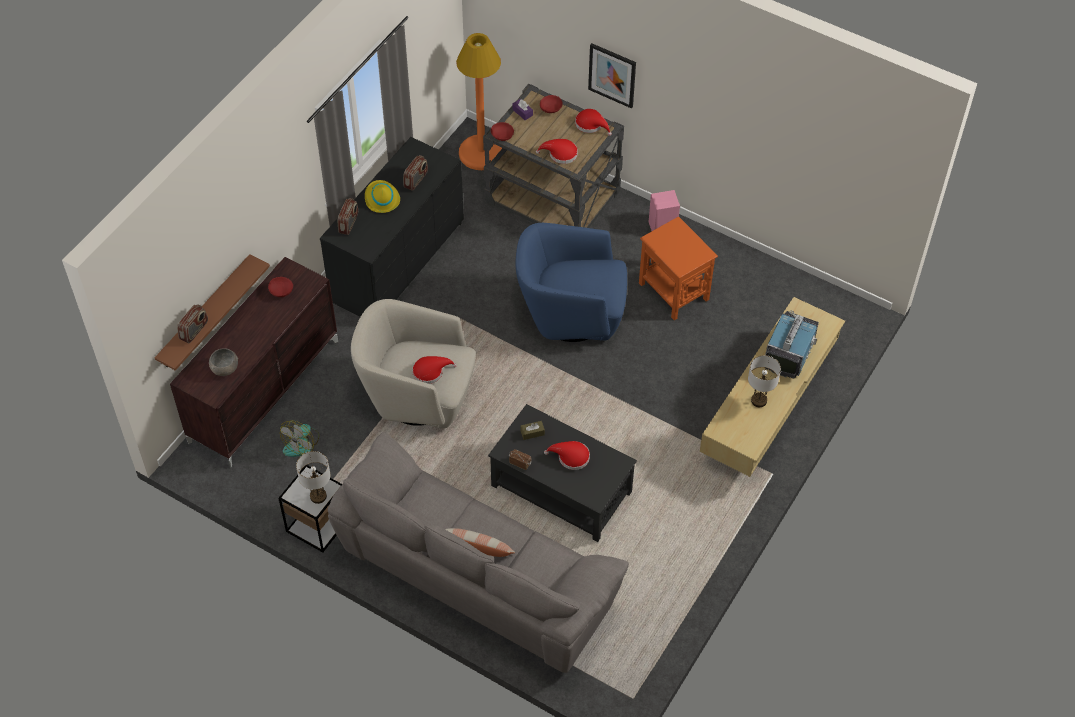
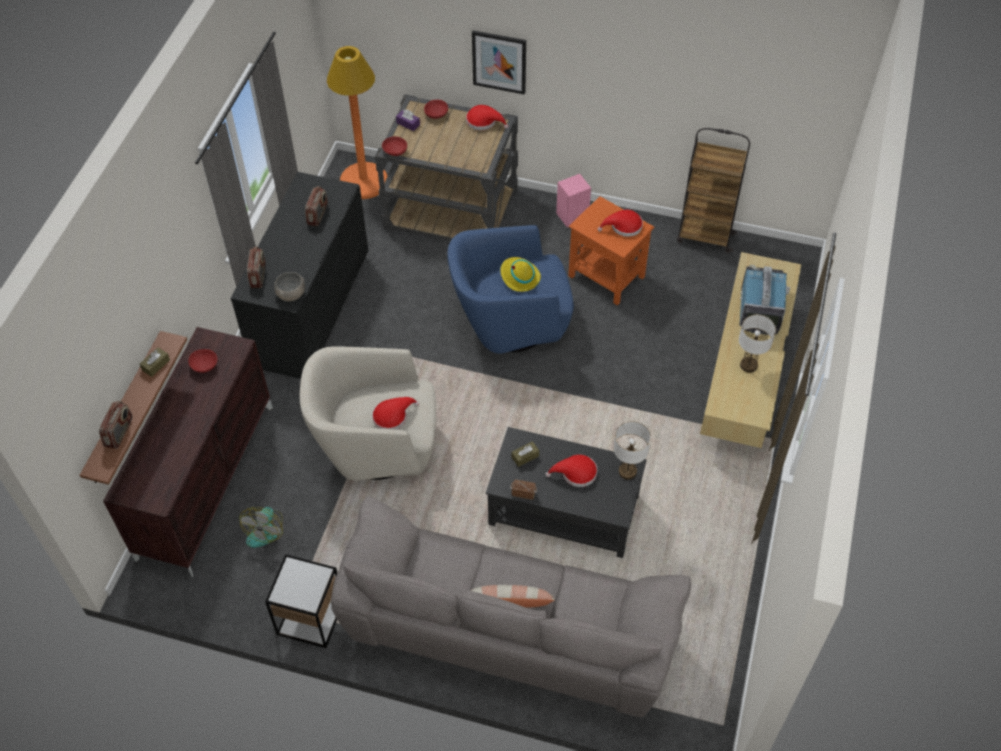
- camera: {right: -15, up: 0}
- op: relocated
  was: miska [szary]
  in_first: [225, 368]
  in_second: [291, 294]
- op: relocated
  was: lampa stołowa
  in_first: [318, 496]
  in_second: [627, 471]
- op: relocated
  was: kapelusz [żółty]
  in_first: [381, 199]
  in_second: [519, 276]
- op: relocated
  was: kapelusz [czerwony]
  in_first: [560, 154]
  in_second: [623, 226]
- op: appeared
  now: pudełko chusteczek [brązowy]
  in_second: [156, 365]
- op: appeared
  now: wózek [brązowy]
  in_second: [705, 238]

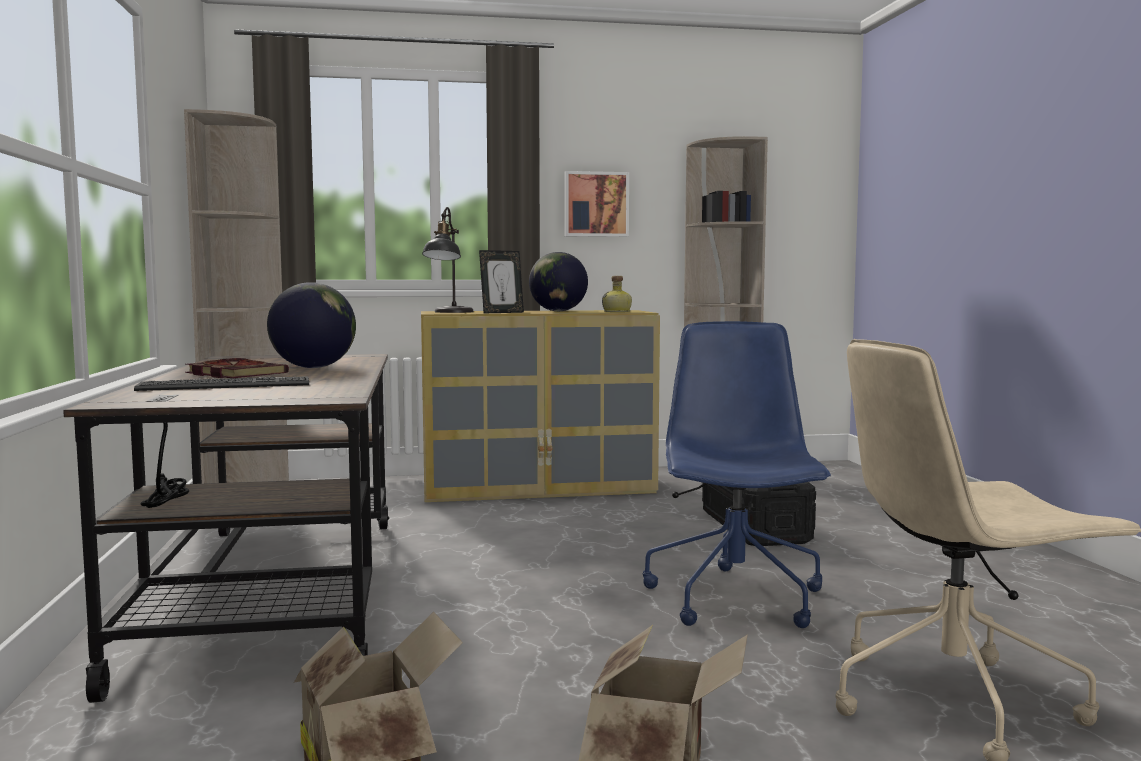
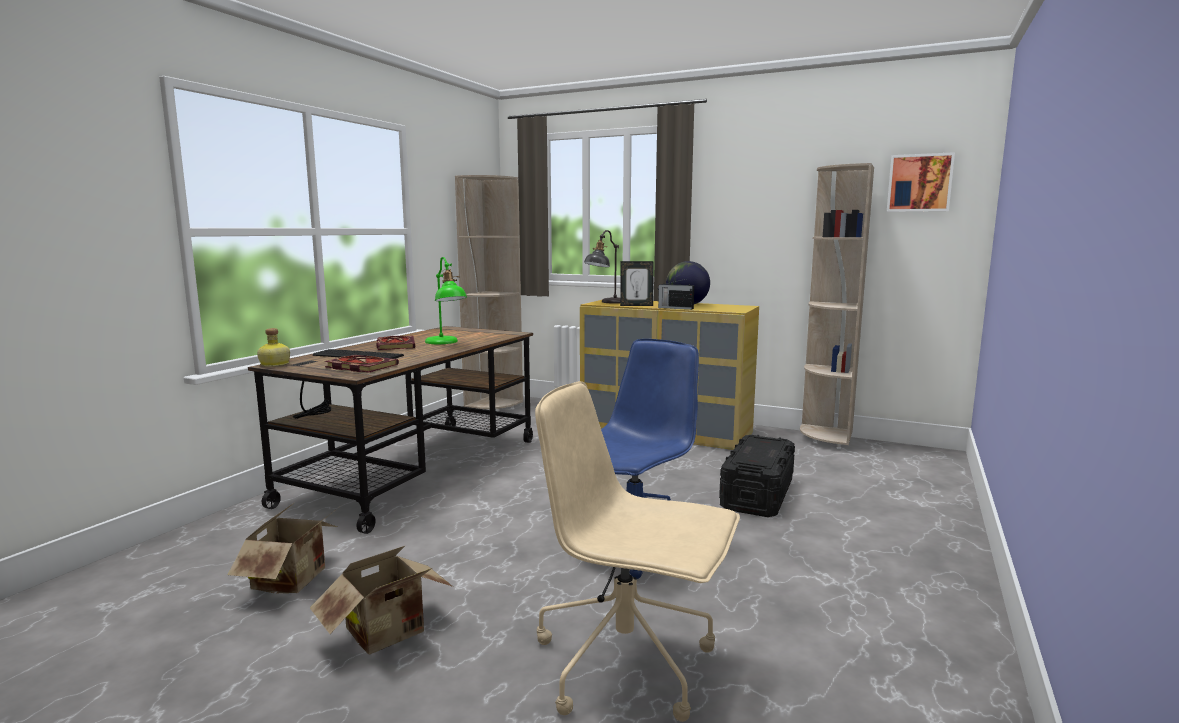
- camera: {right: 35, up: 5}
- op: exchanged
  was: globus
  now: lampa stołowa [zielony]
  in_first: [313, 367]
  in_second: [447, 343]
- op: relocated
  was: obraz
  in_first: [596, 204]
  in_second: [919, 183]
- op: relocated
  was: butelka
  in_first: [617, 312]
  in_second: [274, 364]
- op: appeared
  now: książka
  in_second: [359, 366]
- op: appeared
  now: radio
  in_second: [675, 308]

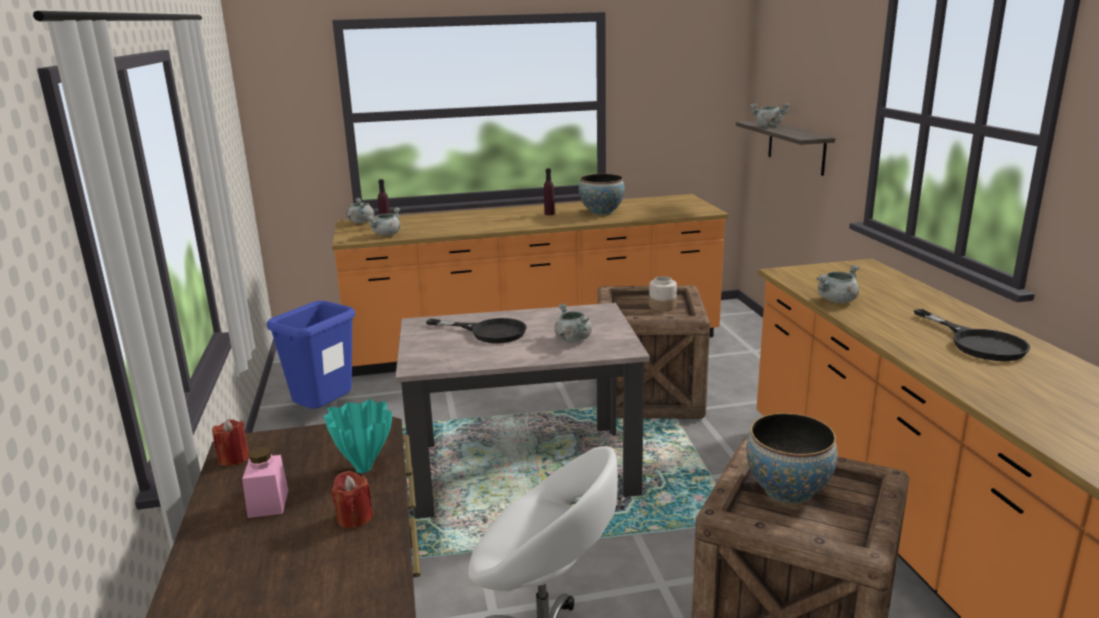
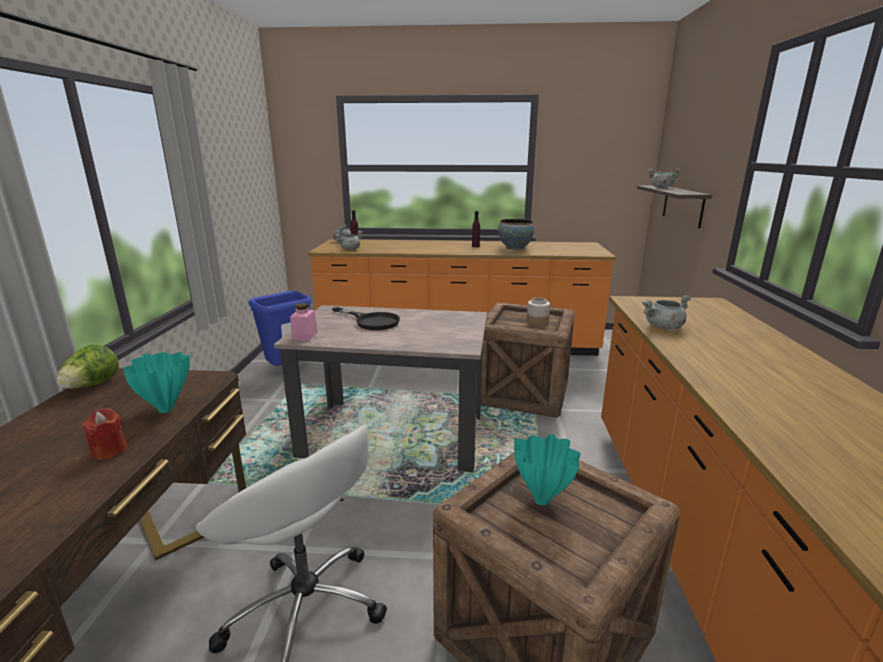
- camera: {right: 15, up: 0}
- op: exchanged
  was: świeca [czerwony]
  now: sałata
  in_first: [234, 458]
  in_second: [92, 385]
- op: relocated
  was: słoik [różowy]
  in_first: [268, 503]
  in_second: [304, 335]
- op: missing
  was: garnek [szary]
  in_first: [572, 339]
- op: exchanged
  was: miska
  now: wazon [turkusowy]
  in_first: [787, 491]
  in_second: [542, 501]
- op: missing
  was: patelnia [czarny]
  in_first: [978, 343]

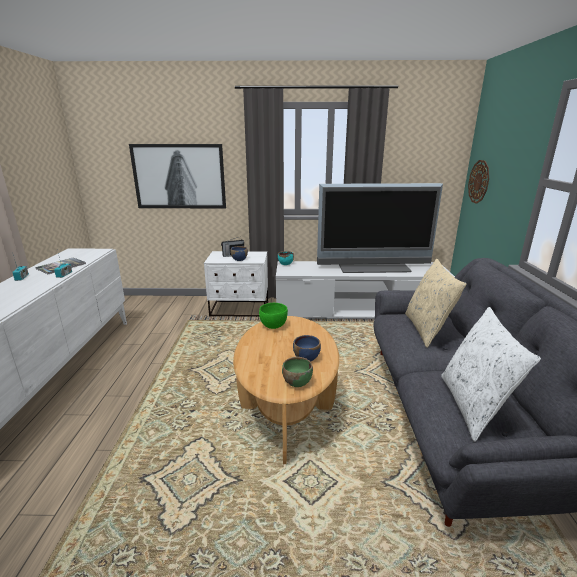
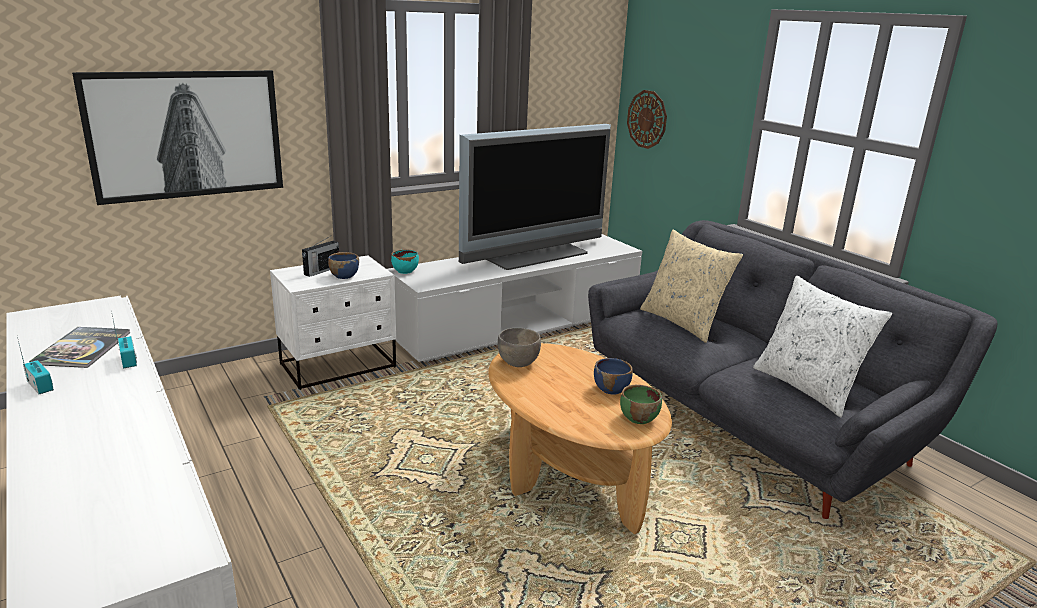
- camera: {right: -35, up: 0}
- op: colour
  was: miska [zielony]
  now: miska [szary]
  in_first: [273, 326]
  in_second: [518, 363]

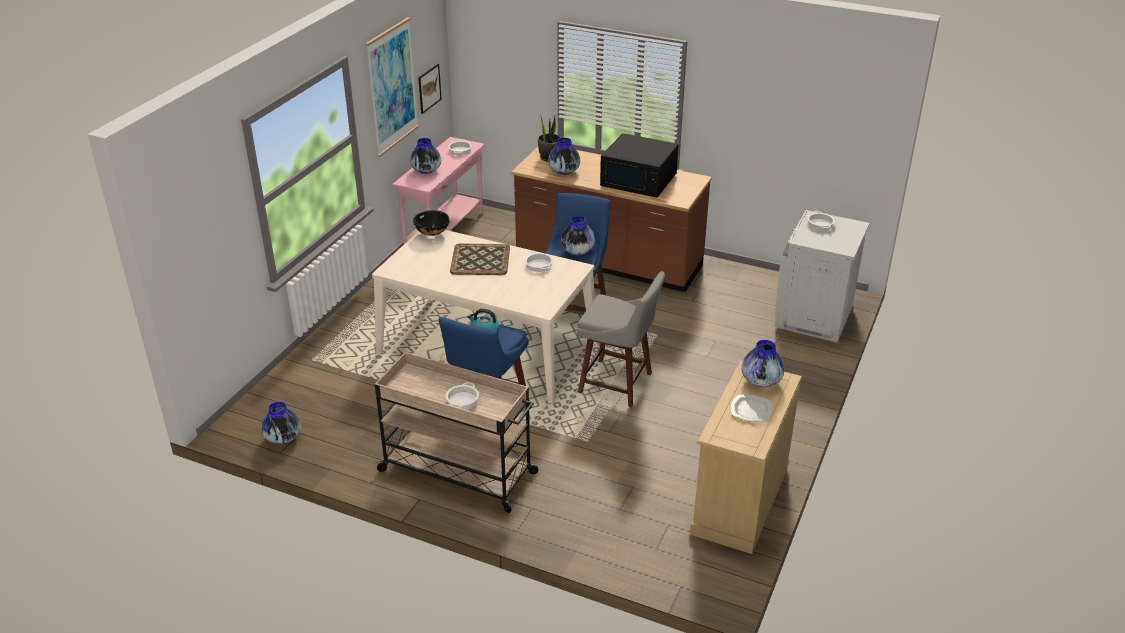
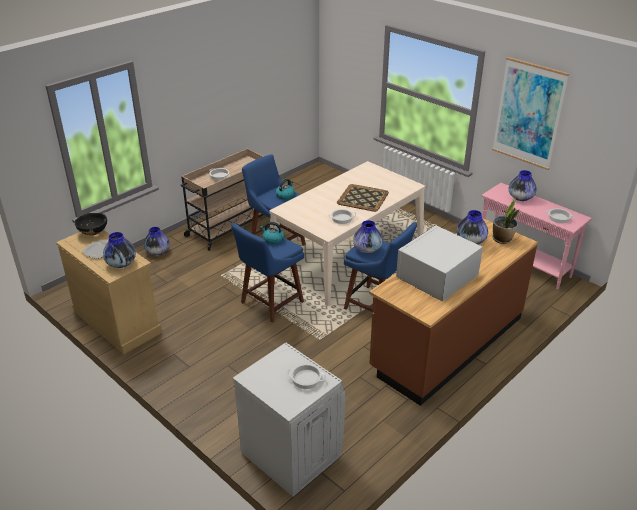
- camera: {right: 110, up: 0}
- op: relocated
  was: wazon
  in_first: [283, 438]
  in_second: [157, 252]
- op: relocated
  was: miska [czarny]
  in_first: [432, 234]
  in_second: [93, 233]
- op: missing
  was: obraz
  in_first: [429, 88]
- op: colour
  was: stołek [szary]
  now: stołek [niebieski]
  in_first: [618, 384]
  in_second: [270, 303]
- op: colour
  was: mikrofalówka [czarny]
  now: mikrofalówka [biały]
  in_first: [639, 181]
  in_second: [436, 277]
- op: appeared
  now: czajnik
  in_second: [273, 239]

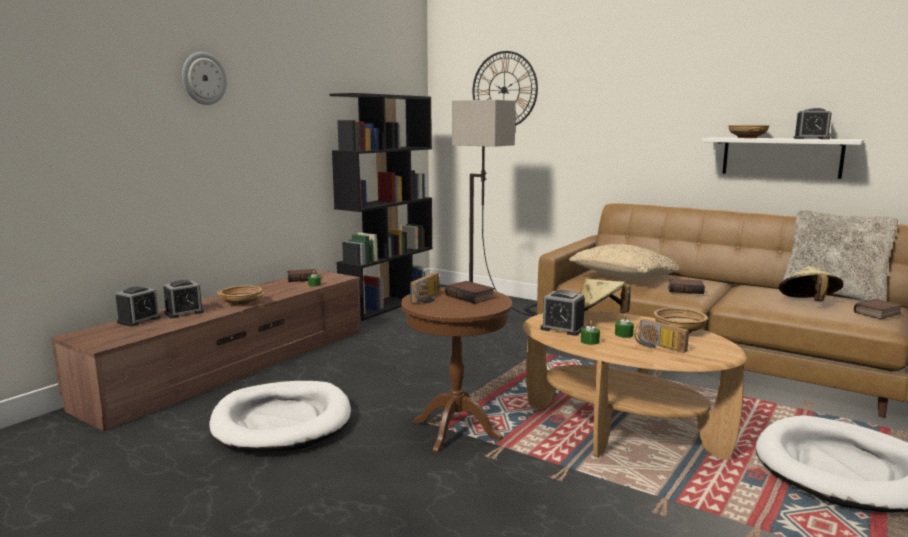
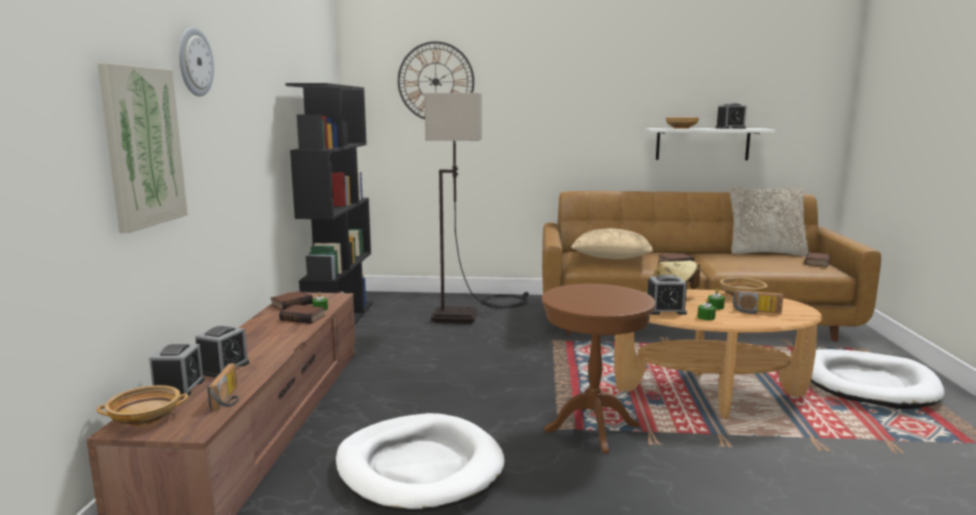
- camera: {right: -30, up: 0}
- op: relocated
  was: miska [beżowy]
  in_first: [242, 303]
  in_second: [146, 418]
- op: relocated
  was: radio
  in_first: [428, 298]
  in_second: [229, 398]
- op: relocated
  was: książka
  in_first: [471, 296]
  in_second: [304, 318]
- op: missing
  was: kapelusz [beżowy]
  in_first: [808, 303]
- op: appeared
  now: obraz
  in_second: [142, 147]

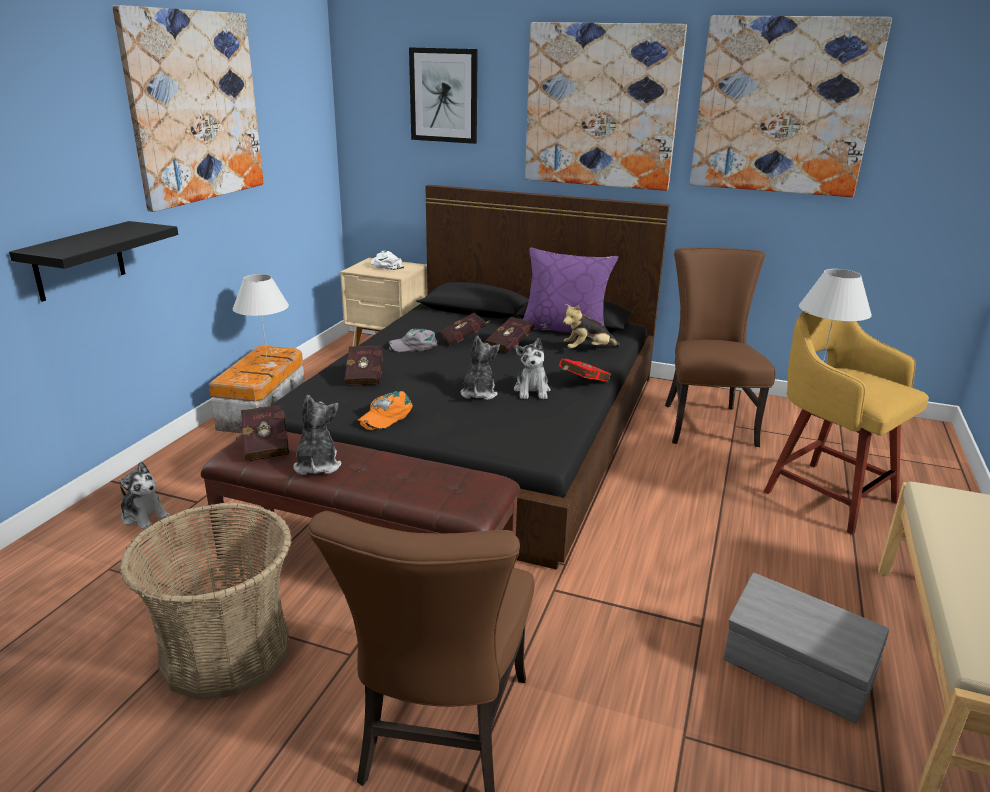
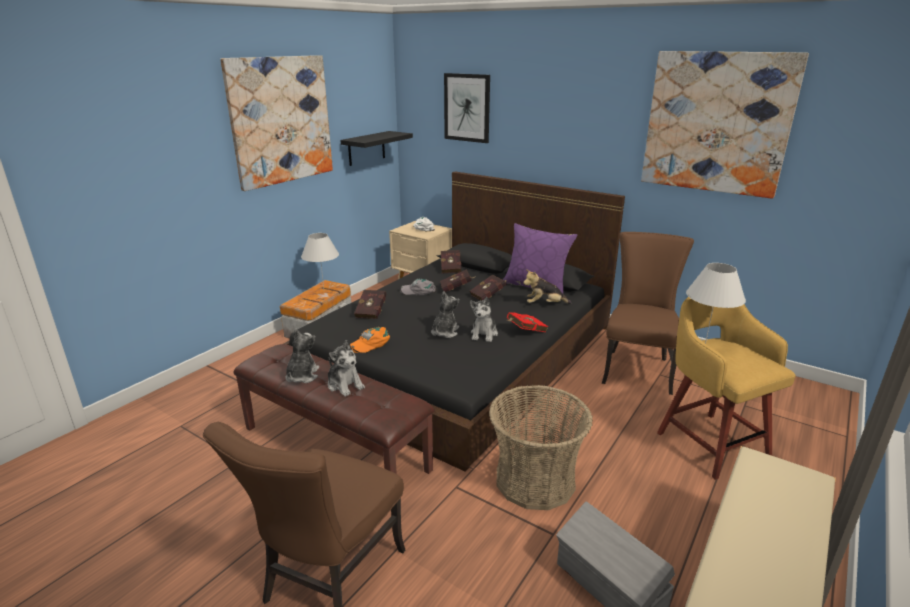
- camera: {right: 15, up: 0}
- op: relocated
  was: półka [czarny]
  in_first: [79, 261]
  in_second: [366, 148]
- op: relocated
  was: pluszak
  in_first: [145, 516]
  in_second: [345, 385]
- op: relocated
  was: koszyk
  in_first: [225, 651]
  in_second: [535, 481]
- op: relocated
  was: książka [czerwony]
  in_first: [267, 445]
  in_second: [451, 268]
- op: missing
  was: obraz
  in_first: [601, 107]

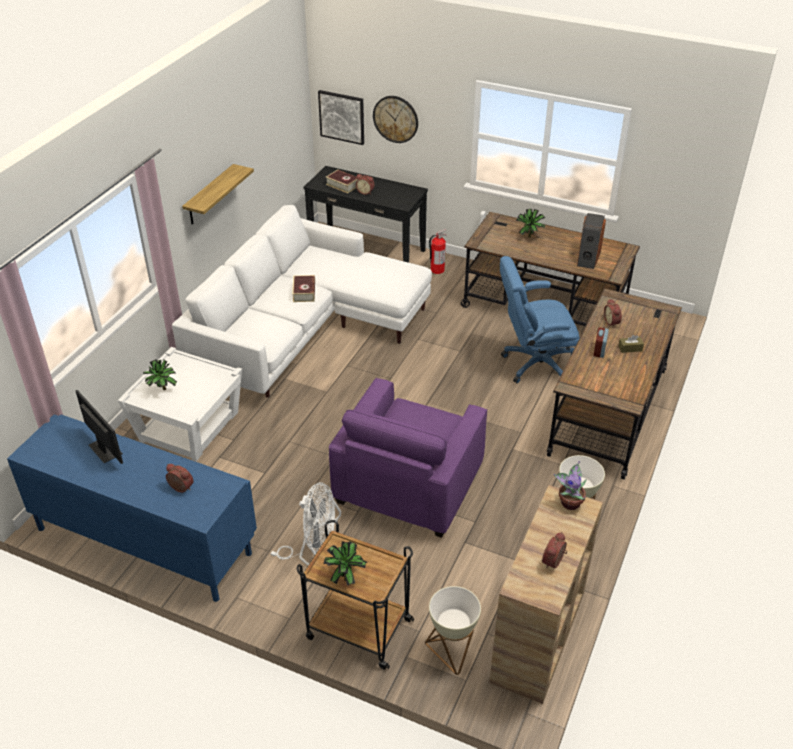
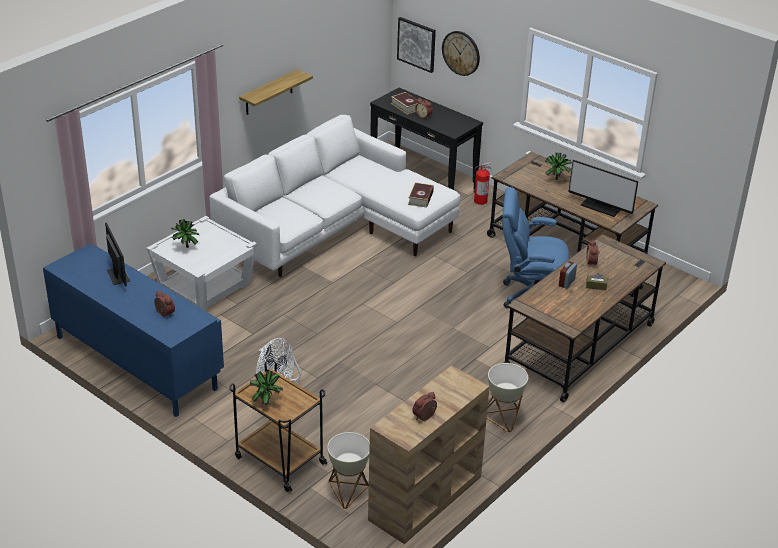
- camera: {right: 15, up: -5}
- op: relocated
  was: książka
  in_first: [304, 292]
  in_second: [420, 198]
- op: missing
  was: fotel [fioletowy]
  in_first: [409, 484]
- op: missing
  was: roślina doniczkowa
  in_first: [569, 502]
- op: exchanged
  was: głośnik
  now: monitor
  in_first: [588, 258]
  in_second: [601, 206]

